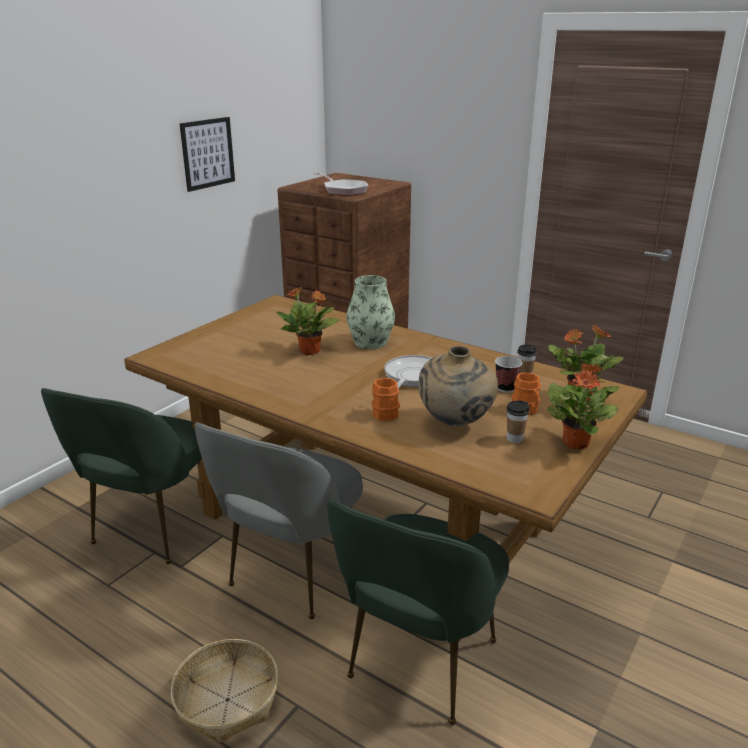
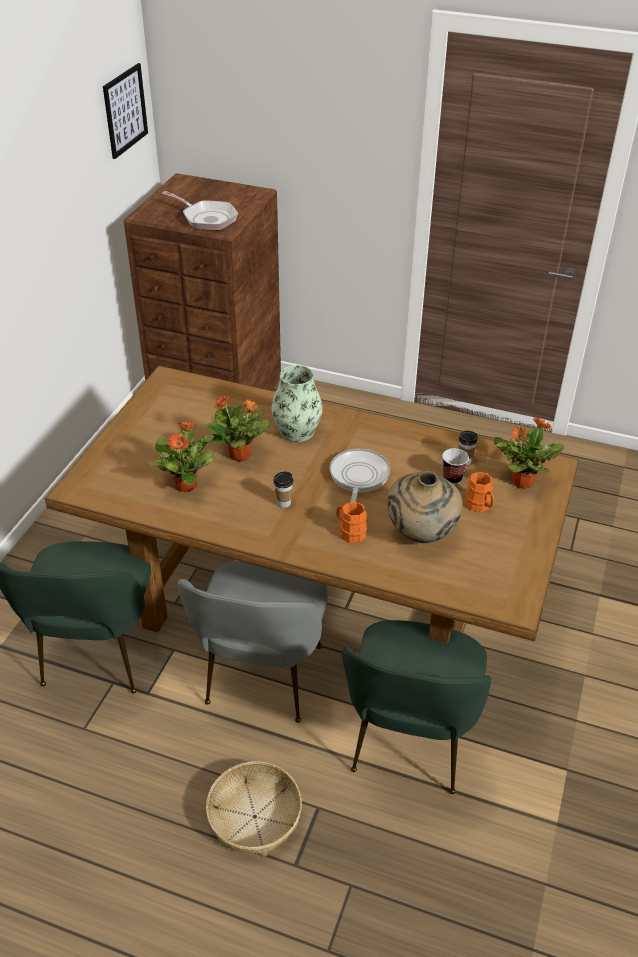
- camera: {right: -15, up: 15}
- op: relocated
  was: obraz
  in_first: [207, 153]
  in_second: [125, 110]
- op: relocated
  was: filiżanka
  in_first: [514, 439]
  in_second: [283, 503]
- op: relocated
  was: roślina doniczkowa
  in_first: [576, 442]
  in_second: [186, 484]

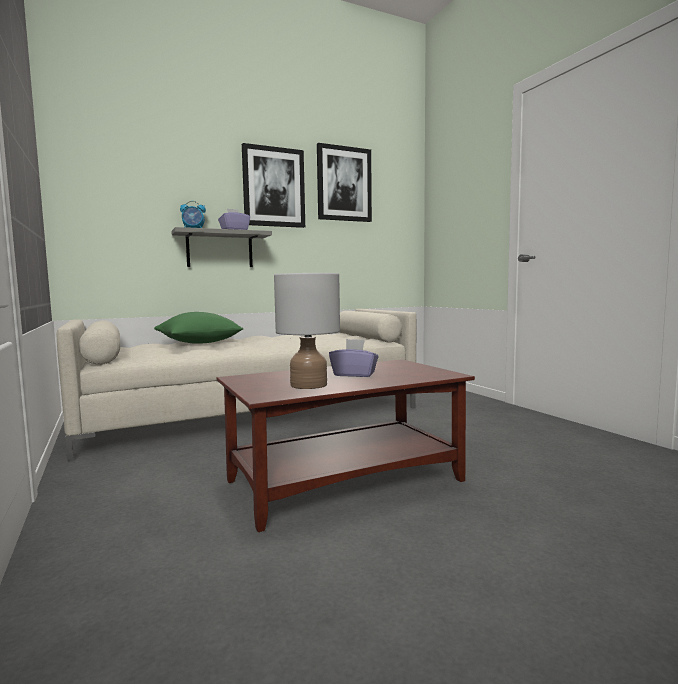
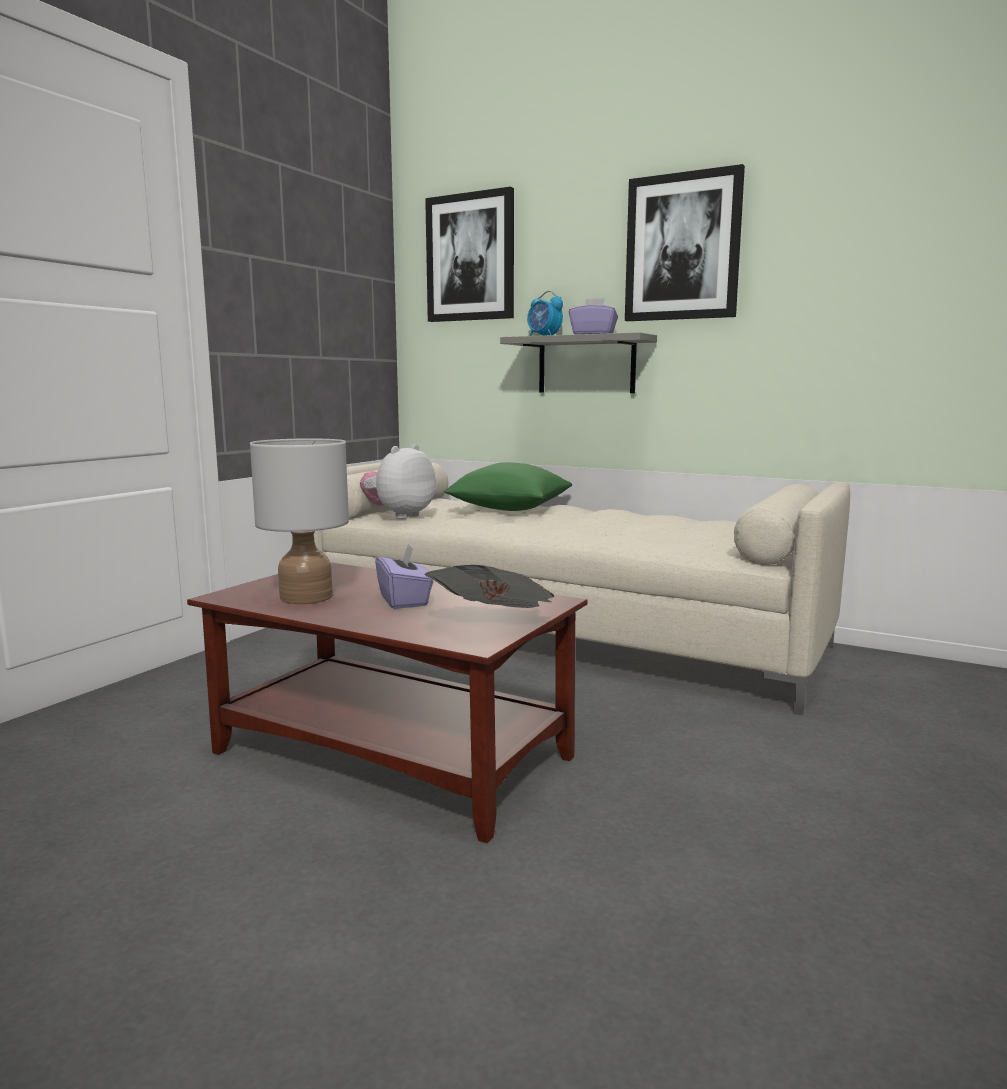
- camera: {right: 55, up: 5}
- op: relocated
  was: obraz
  in_first: [344, 184]
  in_second: [470, 258]
- op: appeared
  now: pluszak
  in_second: [399, 516]
- op: appeared
  now: gazeta
  in_second: [494, 623]

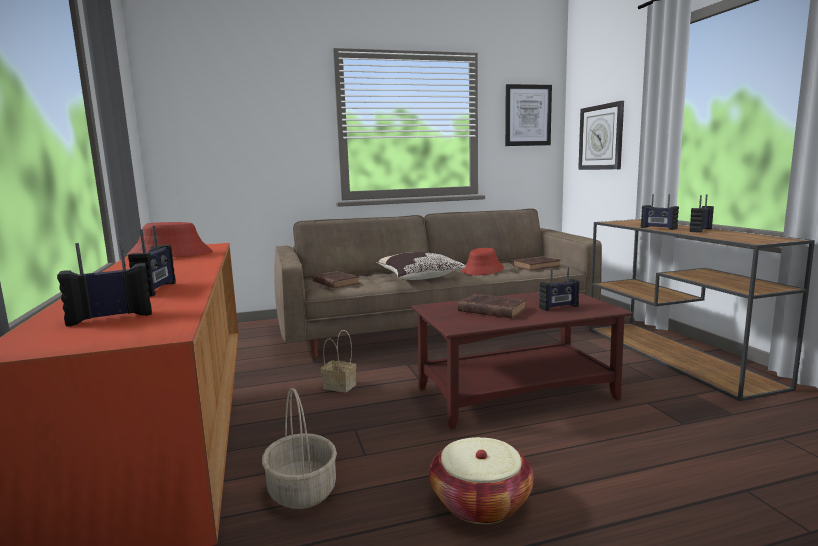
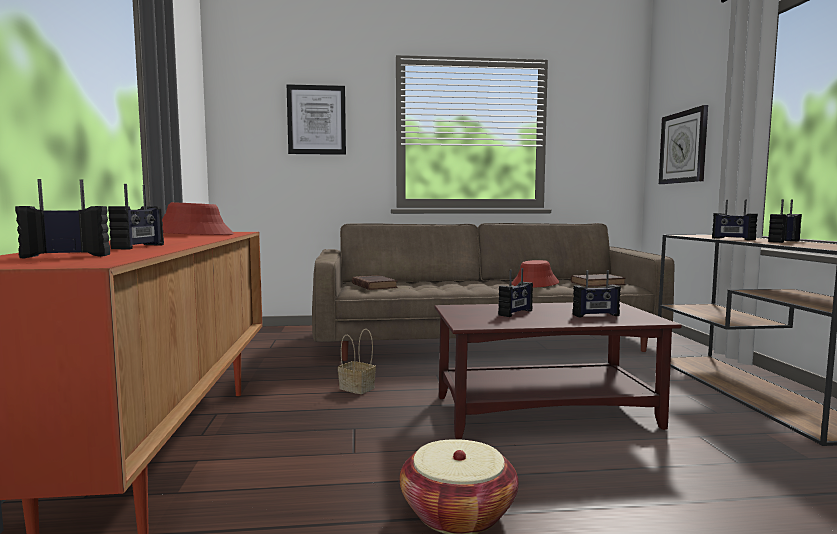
- camera: {right: 10, up: -5}
- op: missing
  was: koszyk
  in_first: [301, 490]
- op: missing
  was: poduszka
  in_first: [419, 277]
- op: exchanged
  was: książka [brązowy]
  now: radio
  in_first: [490, 310]
  in_second: [516, 313]
- op: relocated
  was: obraz
  in_first: [528, 115]
  in_second: [316, 120]

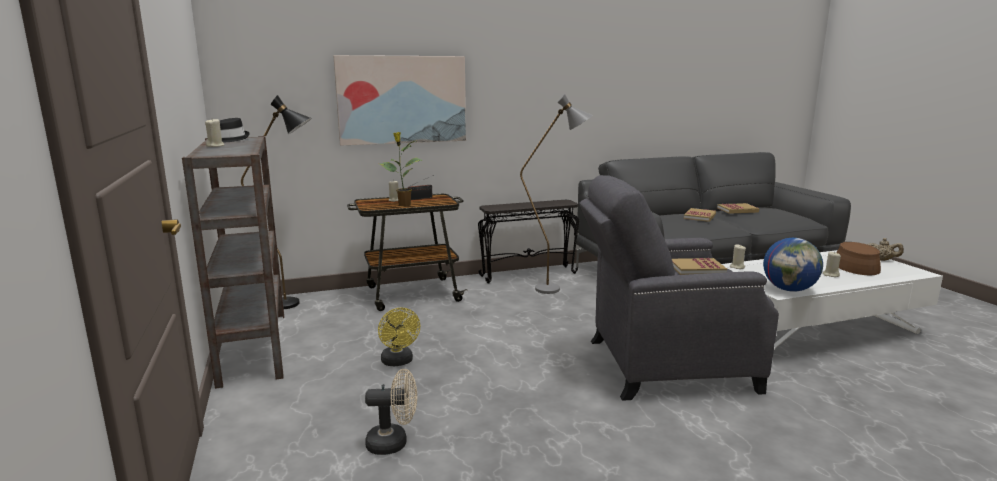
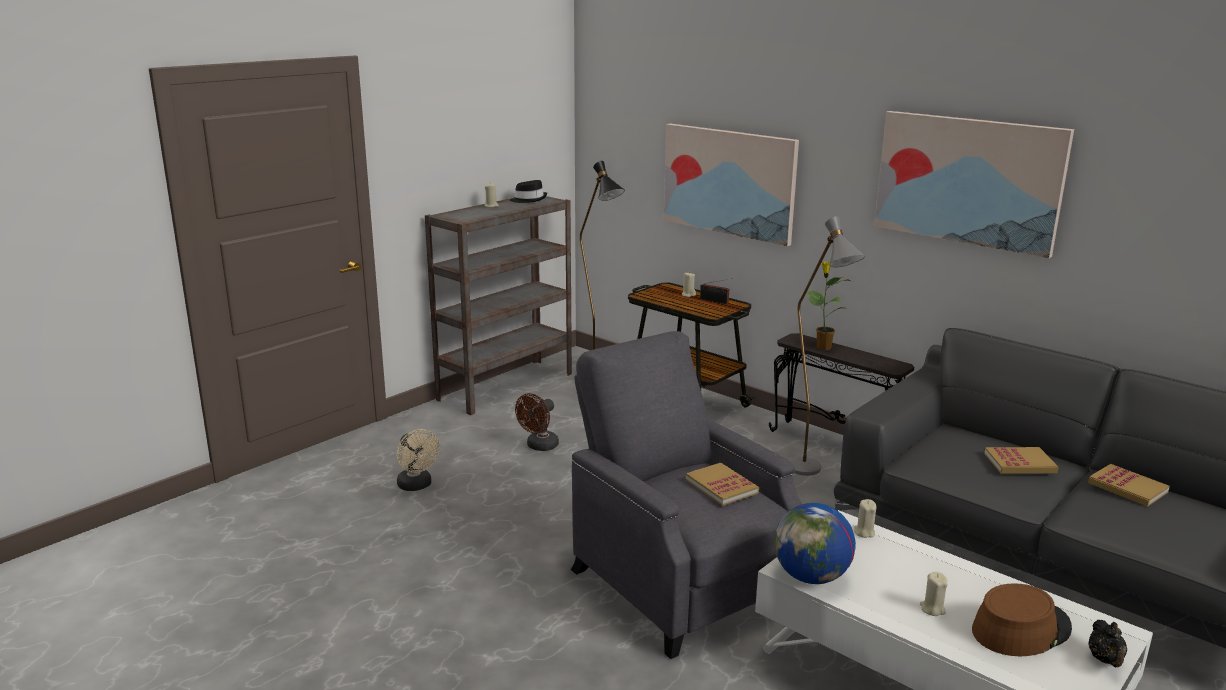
- camera: {right: 60, up: 5}
- op: colour
  was: wentylator [żółty]
  now: wentylator [brązowy]
  in_first: [398, 362]
  in_second: [539, 446]
- op: relocated
  was: roślina doniczkowa
  in_first: [403, 205]
  in_second: [822, 347]
- op: colour
  was: imbryk [beżowy]
  now: imbryk [czarny]
  in_first: [881, 260]
  in_second: [1105, 660]
- op: appeared
  now: obraz
  in_second: [968, 181]

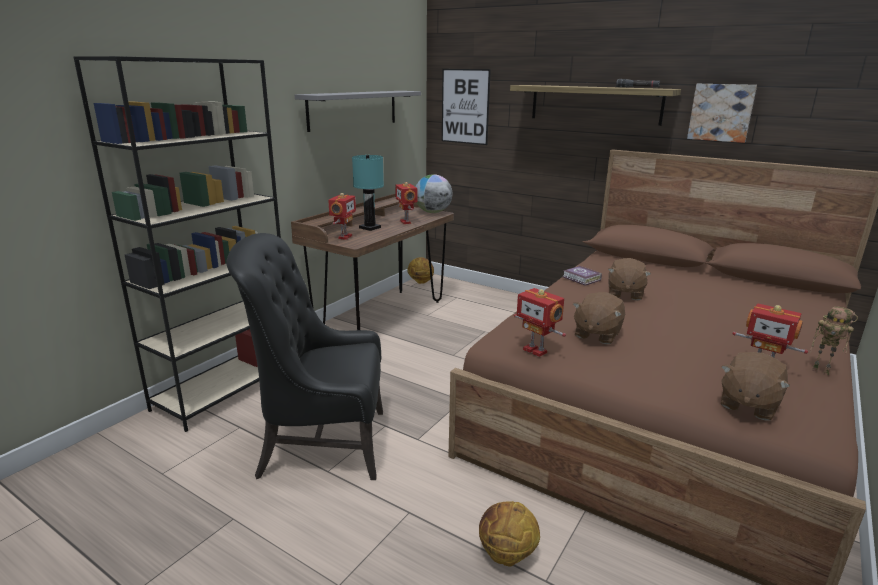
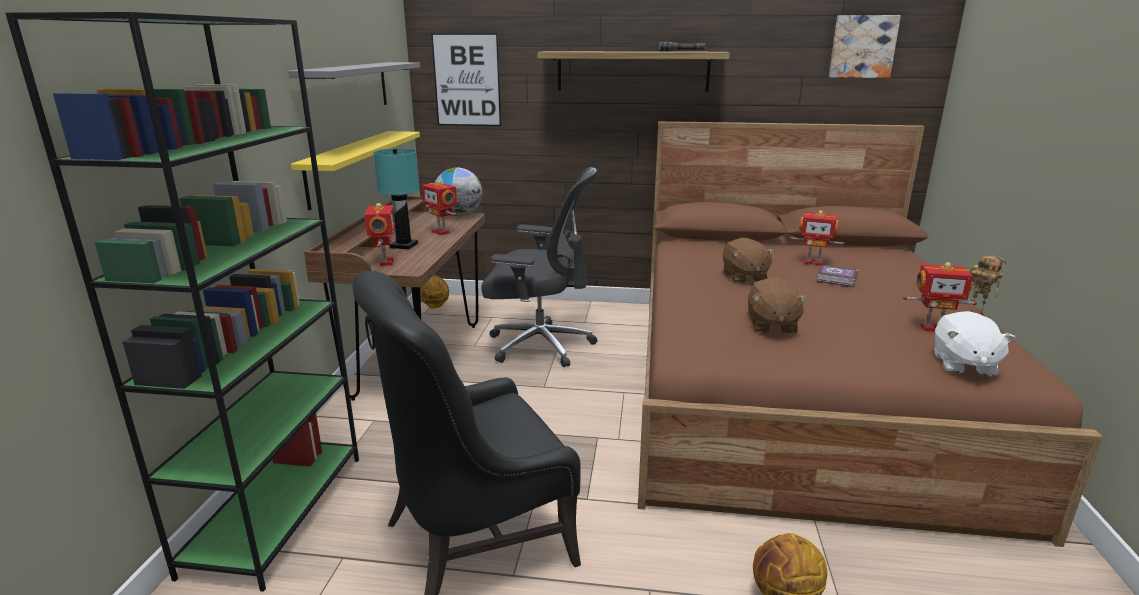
- camera: {right: -25, up: 0}
- op: colour
  was: regał [beżowy]
  now: regał [zielony]
  in_first: [225, 390]
  in_second: [276, 512]
- op: relocated
  was: robot zabawkowy
  in_first: [536, 350]
  in_second: [813, 262]
- op: relocated
  was: książka
  in_first: [581, 279]
  in_second: [837, 280]
- op: relocated
  was: obraz
  in_first: [721, 112]
  in_second: [862, 46]
- op: colour
  was: pluszak [brązowy]
  now: pluszak [biały]
  in_first: [748, 404]
  in_second: [963, 365]
- op: appeared
  now: półka [żółty]
  in_second: [349, 167]
- op: appeared
  now: krzesło biurowe
  in_second: [538, 346]

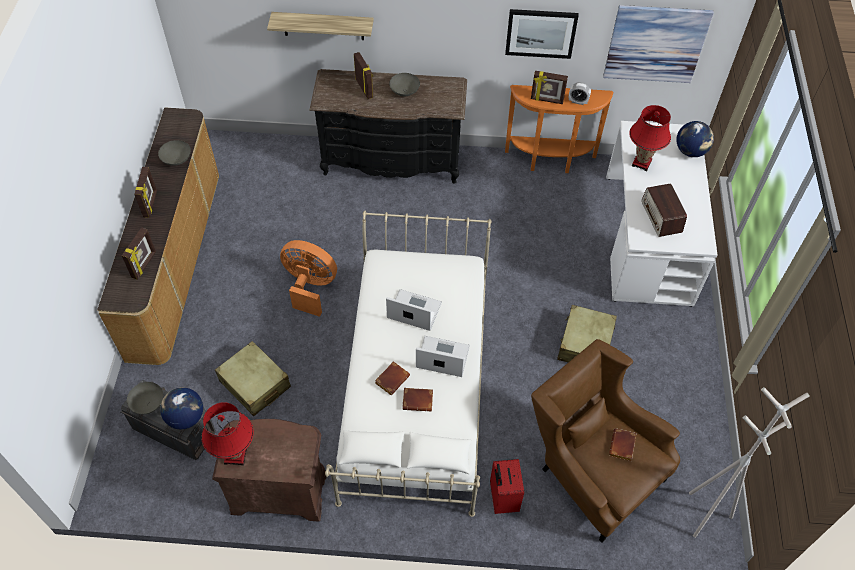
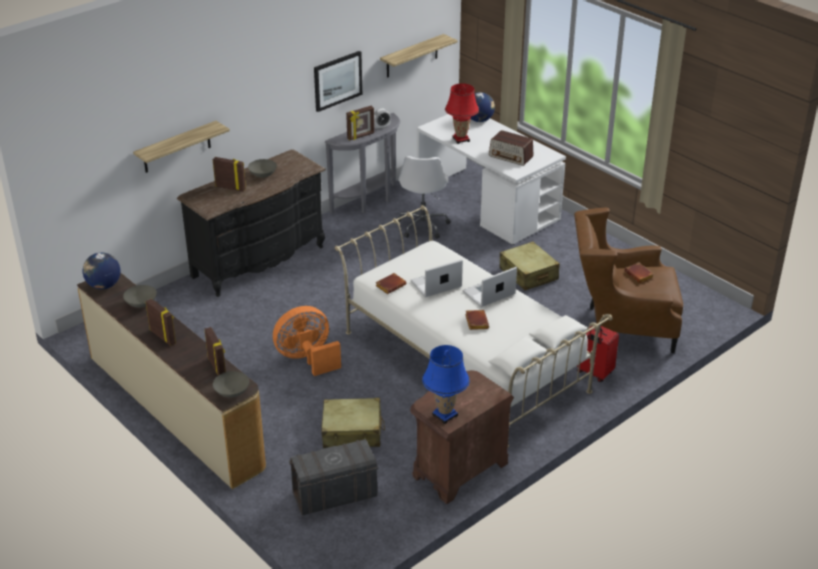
- camera: {right: -45, up: -20}
- op: relocated
  was: miska [szary]
  in_first: [148, 404]
  in_second: [232, 393]
- op: relocated
  was: globus
  in_first: [185, 417]
  in_second: [103, 286]
- op: colour
  was: lampa stołowa [czerwony]
  now: lampa stołowa [niebieski]
  in_first: [236, 455]
  in_second: [445, 415]
- op: relocated
  was: książka [brązowy]
  in_first: [418, 400]
  in_second: [390, 285]
- op: colour
  was: stolik konsolowy [pomarańczowy]
  now: stolik konsolowy [szary]
  in_first: [550, 162]
  in_second: [369, 202]
- op: exchanged
  was: obraz
  now: półka
  in_first: [656, 44]
  in_second: [412, 56]
- op: missing
  was: wieszak [szary]
  in_first: [705, 515]
- op: appeared
  now: krzesło biurowe [biały]
  in_second: [422, 227]

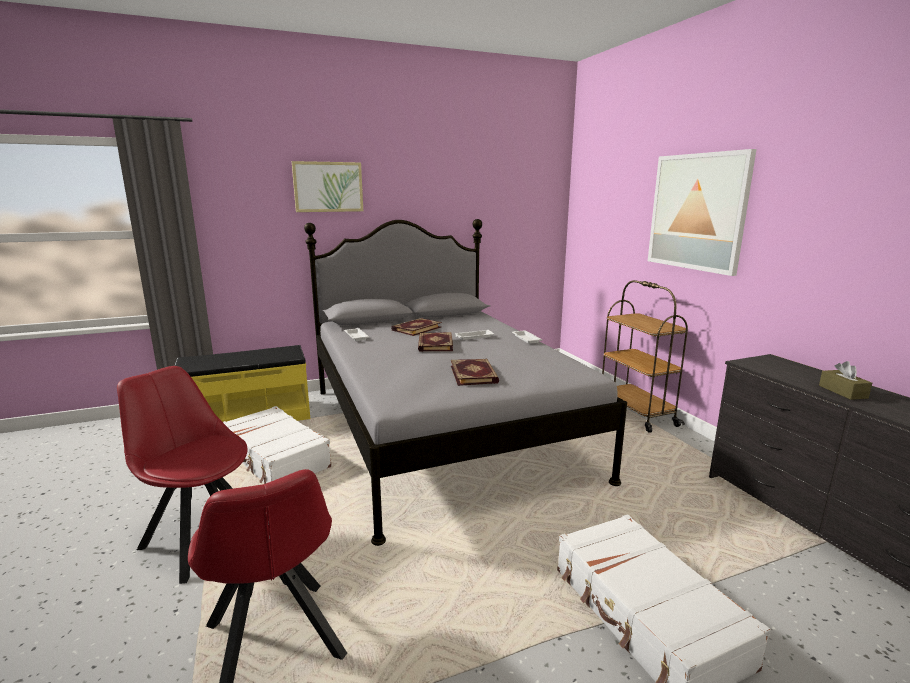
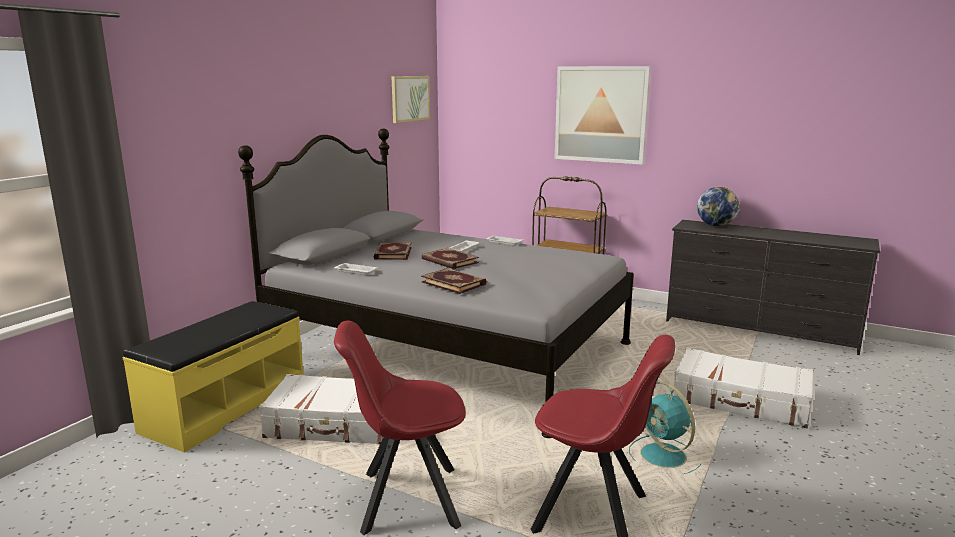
- camera: {right: -40, up: 0}
- op: relocated
  was: obraz
  in_first: [328, 187]
  in_second: [410, 98]
- op: relocated
  was: książka
  in_first: [474, 374]
  in_second: [454, 283]
- op: missing
  was: pudełko chusteczek [brązowy]
  in_first: [842, 392]
- op: appeared
  now: wentylator [turkusowy]
  in_second: [665, 457]
- op: appeared
  now: globus
  in_second: [716, 225]

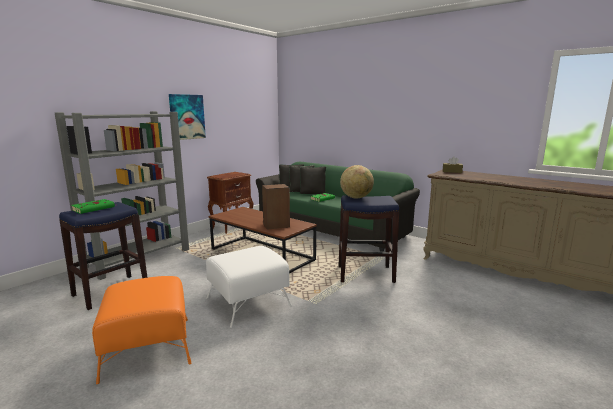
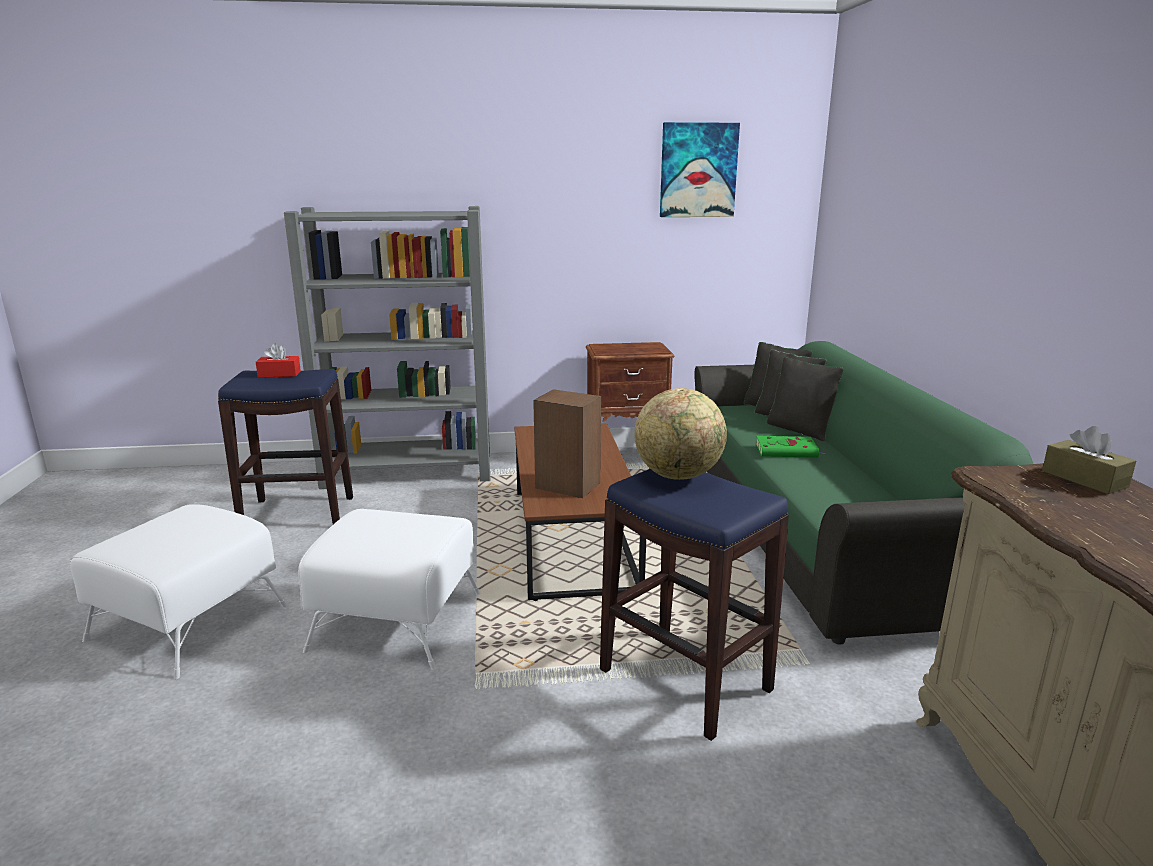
- camera: {right: 45, up: 5}
- op: exchanged
  was: książka [zielony]
  now: pudełko chusteczek [czerwony]
  in_first: [94, 208]
  in_second: [279, 374]
- op: colour
  was: pufa [pomarańczowy]
  now: pufa [biały]
  in_first: [148, 347]
  in_second: [190, 622]
- op: relocated
  was: obraz
  in_first: [187, 117]
  in_second: [698, 170]

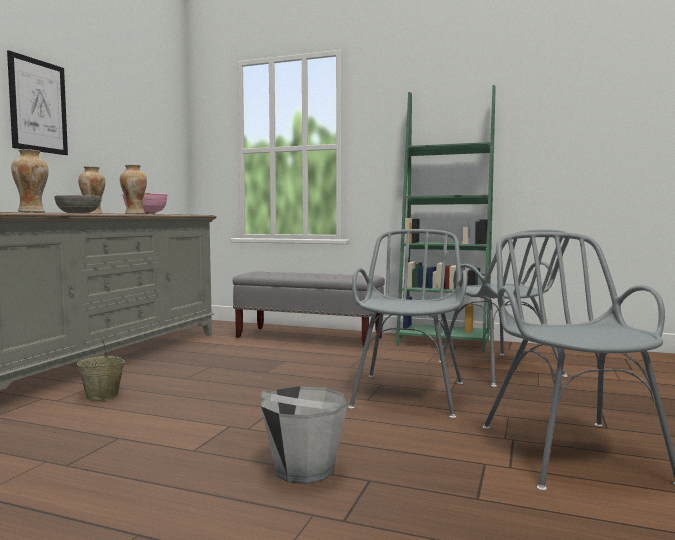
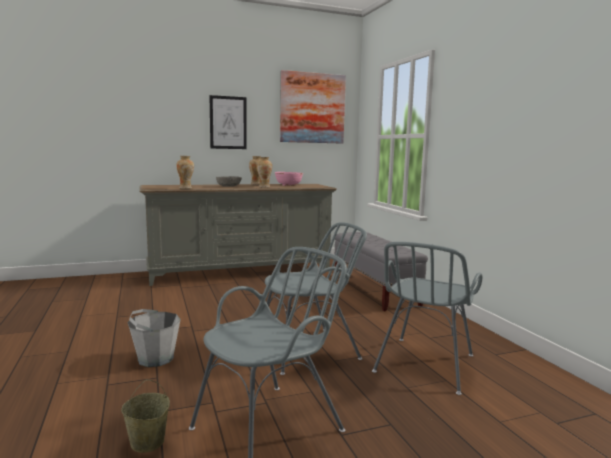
- camera: {right: 50, up: 5}
- op: relocated
  was: wiadro [beżowy]
  in_first: [102, 396]
  in_second: [147, 442]
- op: missing
  was: regał [zielony]
  in_first: [443, 343]
- op: appeared
  now: obraz
  in_second: [312, 108]

